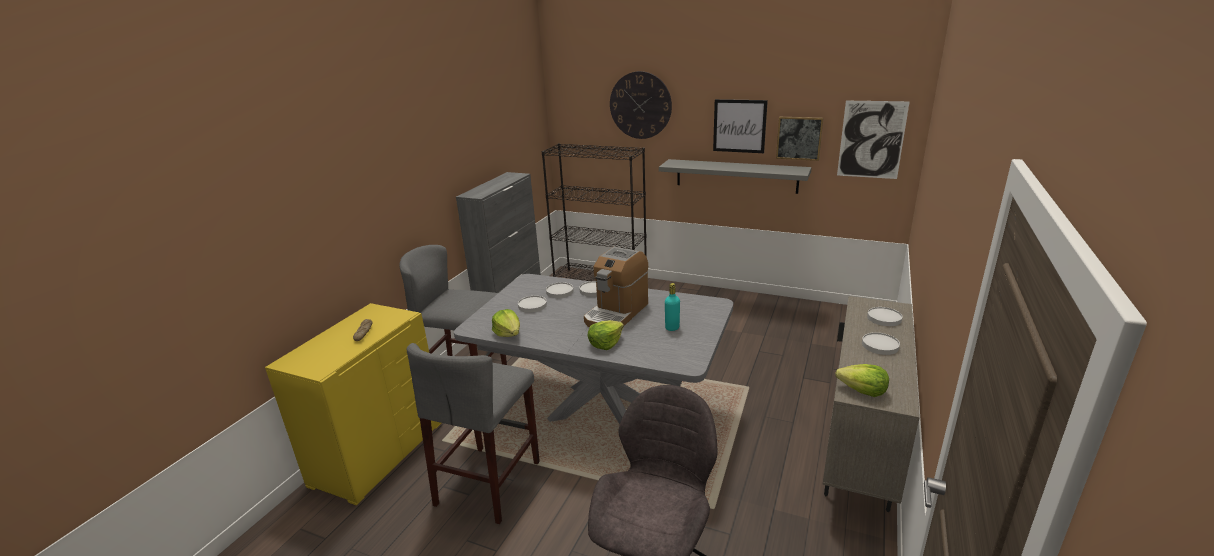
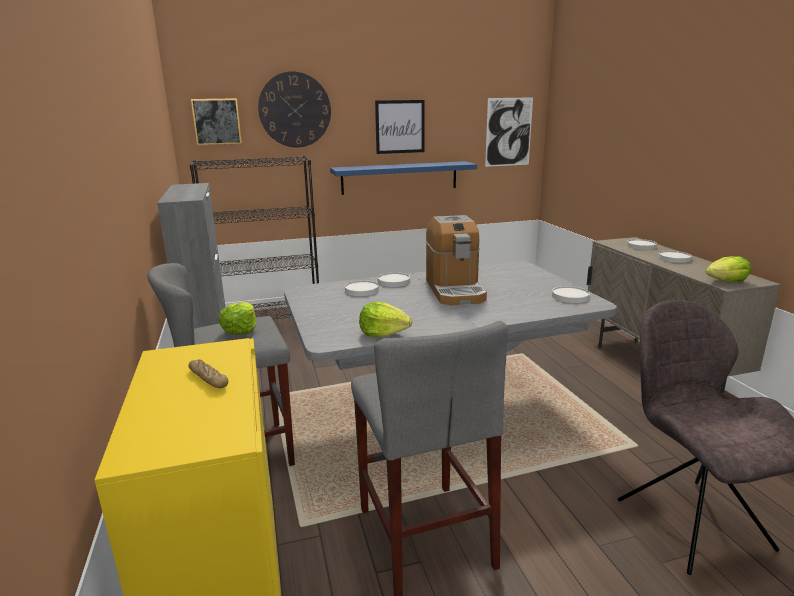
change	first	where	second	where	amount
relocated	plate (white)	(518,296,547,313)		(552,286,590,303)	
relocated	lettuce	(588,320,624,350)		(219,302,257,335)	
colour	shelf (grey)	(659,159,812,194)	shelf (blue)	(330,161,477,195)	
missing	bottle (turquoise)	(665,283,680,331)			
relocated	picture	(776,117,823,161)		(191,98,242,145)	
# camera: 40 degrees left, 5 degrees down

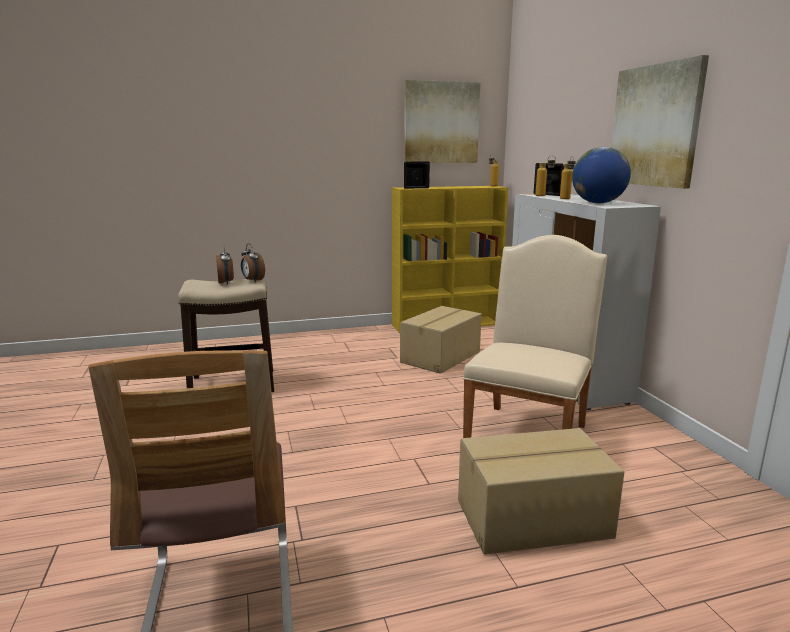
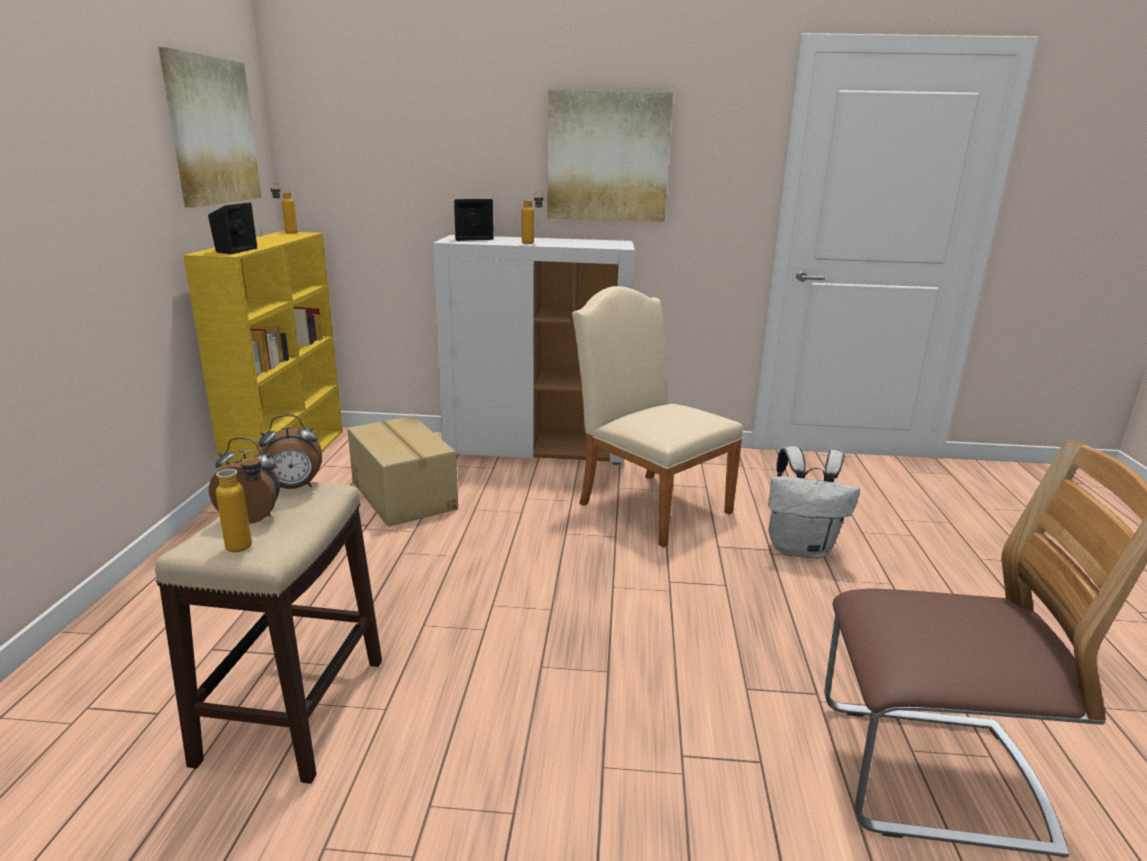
change	first	where	second	where	amount
exchanged	cardboard box	(458,428,624,554)	backpack (white)	(768,446,860,559)	
relocated	bottle	(535,155,556,196)		(216,450,263,552)	
missing	globe	(572,147,631,204)			
# camera: 70 degrees left, 5 degrees up

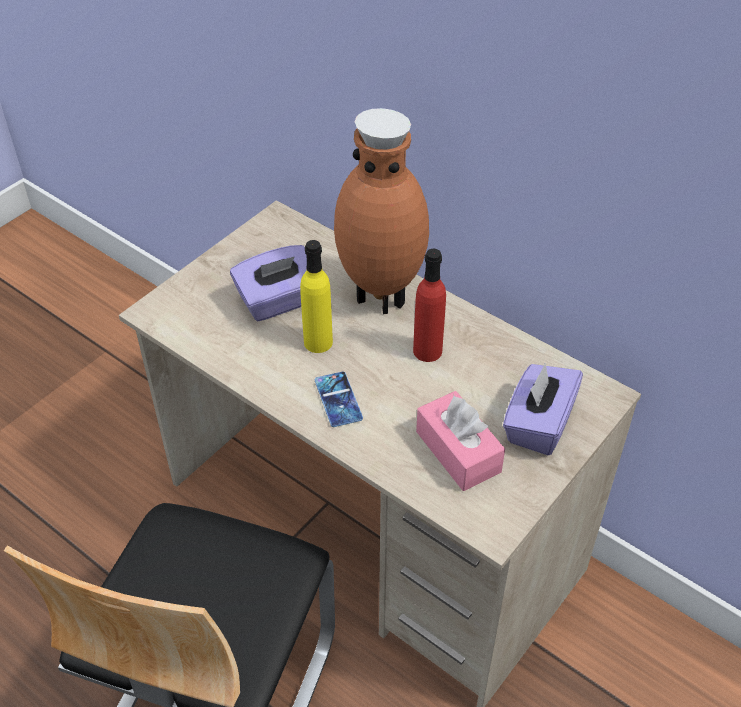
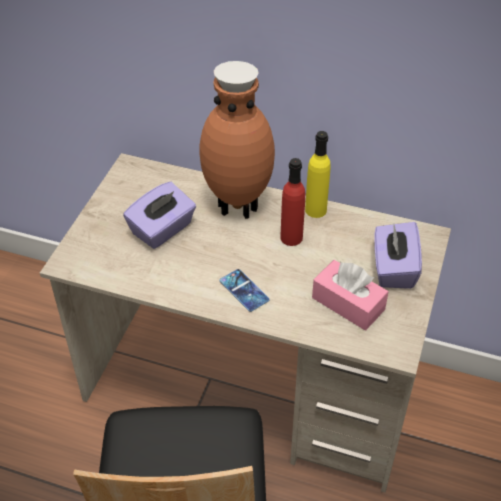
change	first	where	second	where	amount
relocated	bottle (yellow)	(300,240,333,353)		(305,131,331,218)	
# camera: 20 degrees left, 0 degrees up

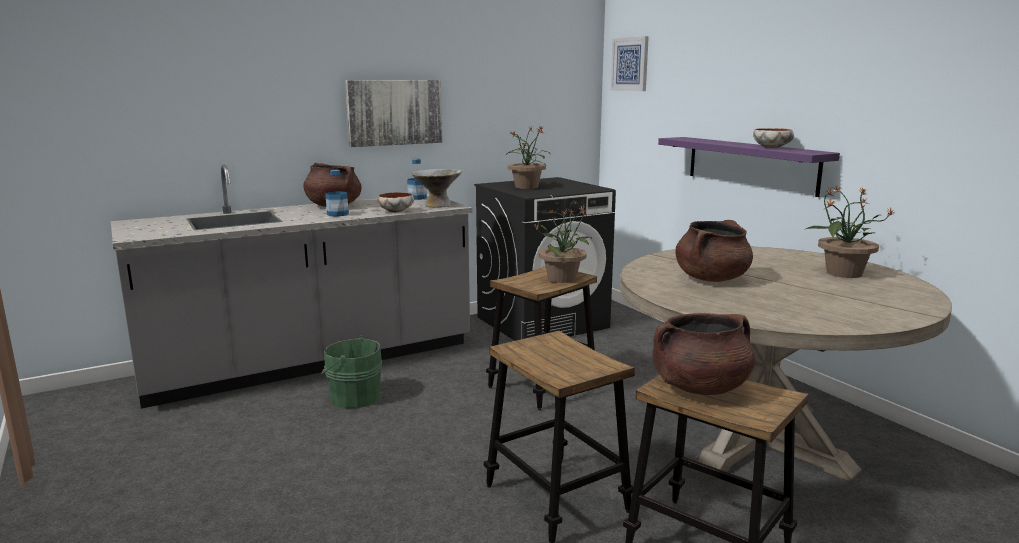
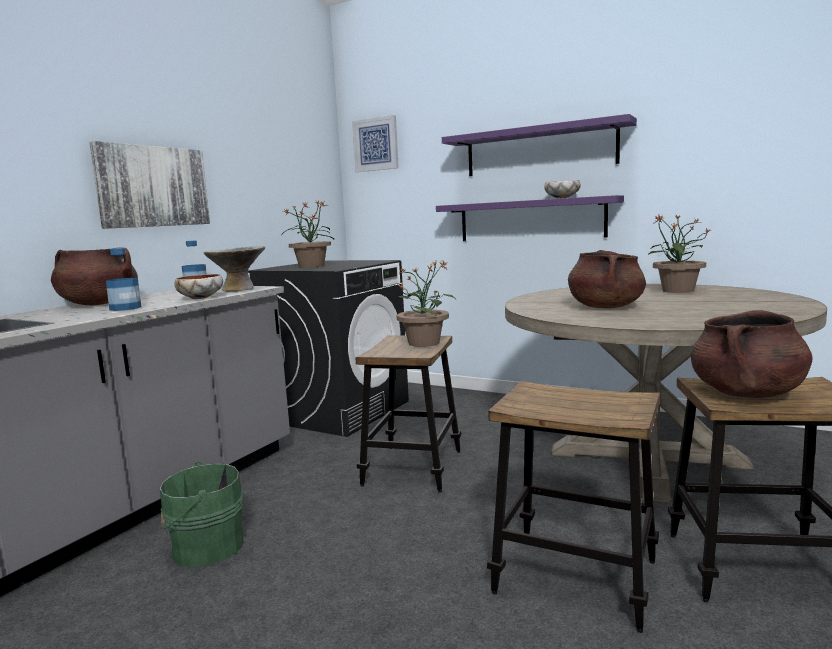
change	first	where	second	where	amount
appeared			shelf (purple)	(442,114,637,176)	
# camera: 30 degrees left, 5 degrees down

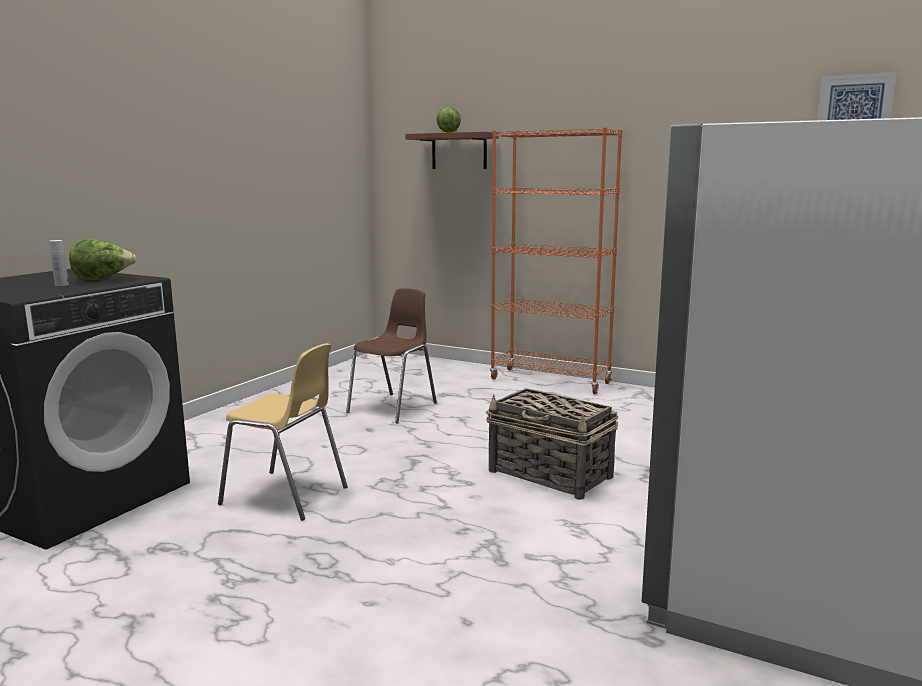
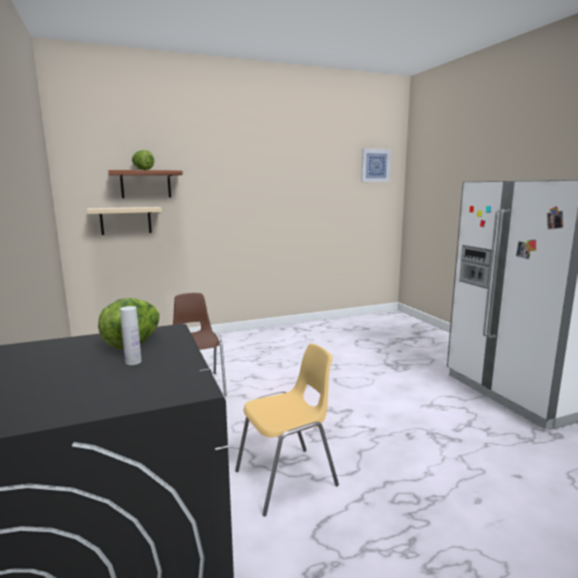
change	first	where	second	where	amount
missing	basket	(486,388,619,500)			
missing	bookcase (orange)	(490,127,622,394)			
appeared			shelf (beige)	(87,207,162,235)	
# camera: 50 degrees left, 0 degrees up

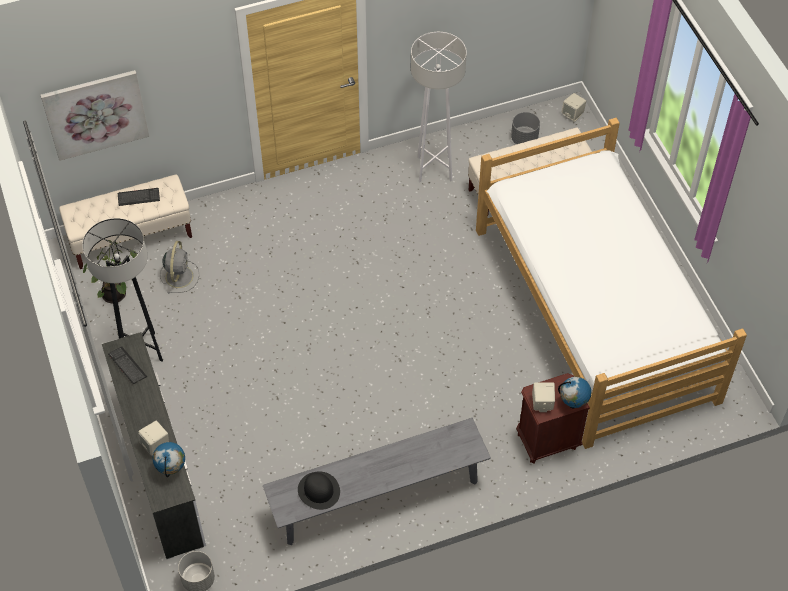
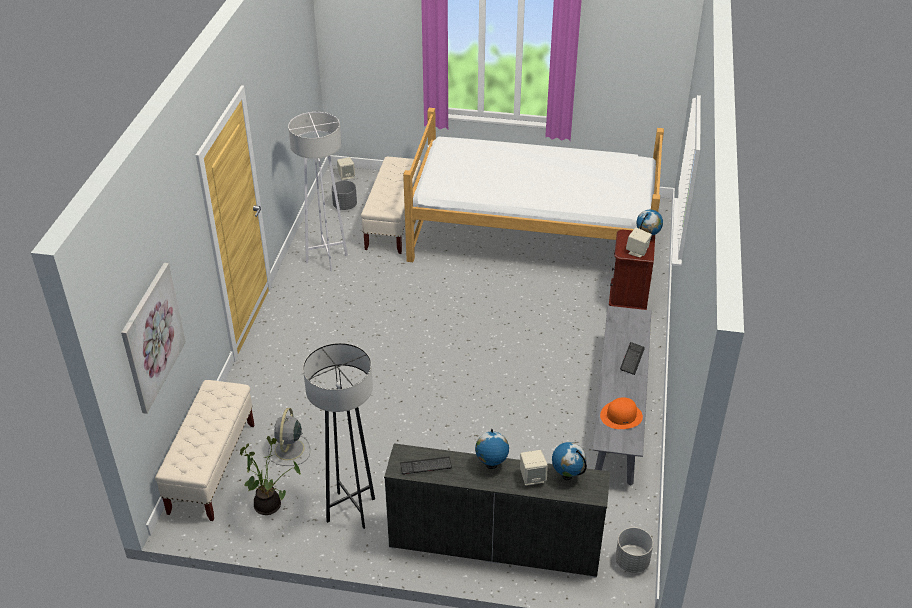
change	first	where	second	where	amount
relocated	keyboard	(118,188,160,206)		(620,342,645,375)	
spun	fan (grey)	(160,241,199,293)		(268,408,310,466)	120 degrees counterclockwise
colour	hat (black)	(298,471,340,510)	hat (orange)	(600,398,643,429)	
appeared			globe	(475,429,509,469)	
# camera: 60 degrees left, 15 degrees down

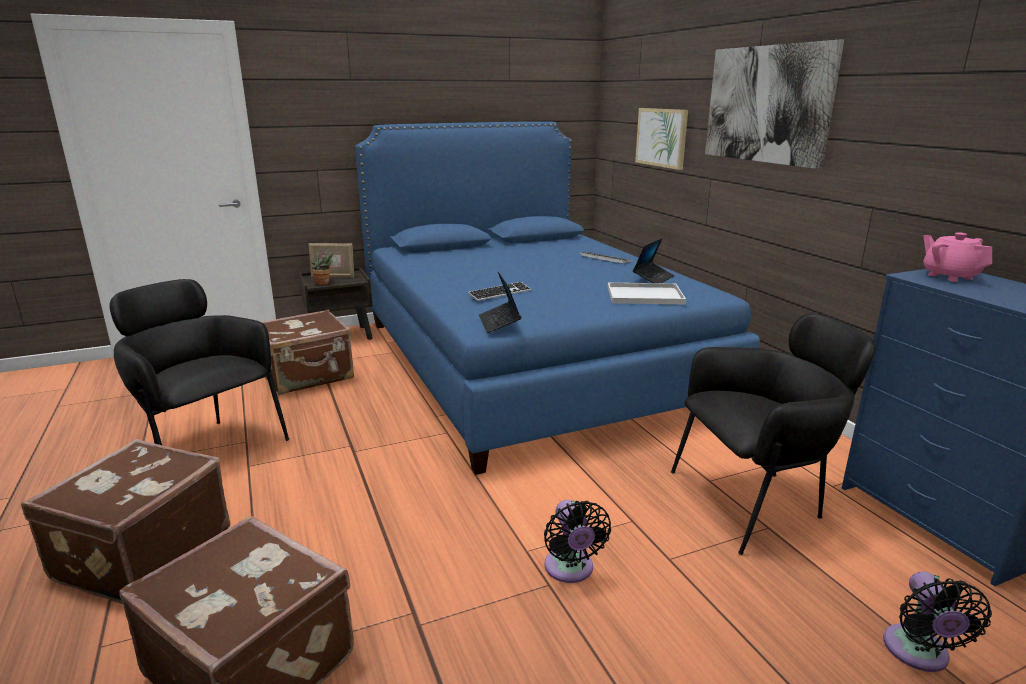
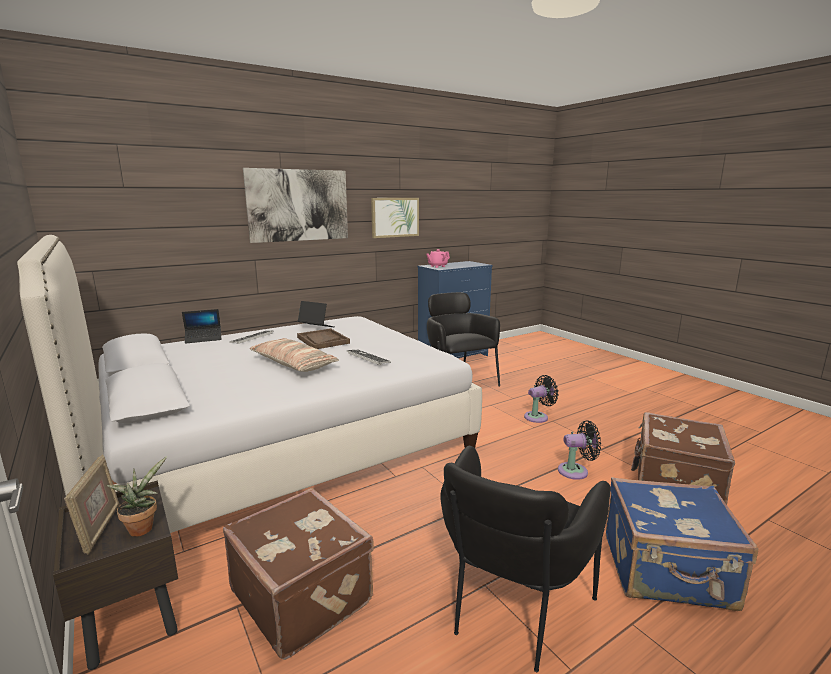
change	first	where	second	where	amount
colour	suitcase (brown)	(21,439,230,604)	suitcase (blue)	(606,477,758,611)	
colour	bed (blue)	(355,121,760,475)	bed (white)	(17,235,482,533)	
relocated	laptop	(479,272,521,333)		(182,309,222,344)	
missing	tray (white)	(608,283,686,304)			
relocated	picture	(635,108,688,170)		(371,198,419,238)	
relocated	fan (black)	(883,572,992,672)		(558,420,601,480)	
appeared			pillow	(250,338,339,372)	
appeared			tray (brown)	(297,328,350,349)	
# camera: 100 degrees left, 5 degrees down

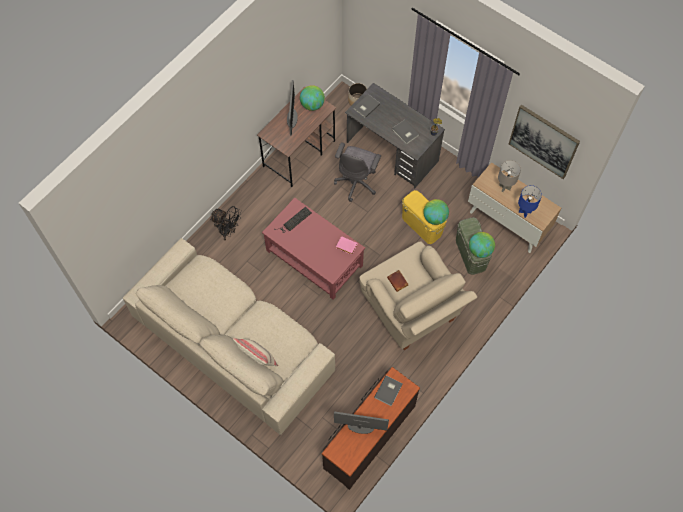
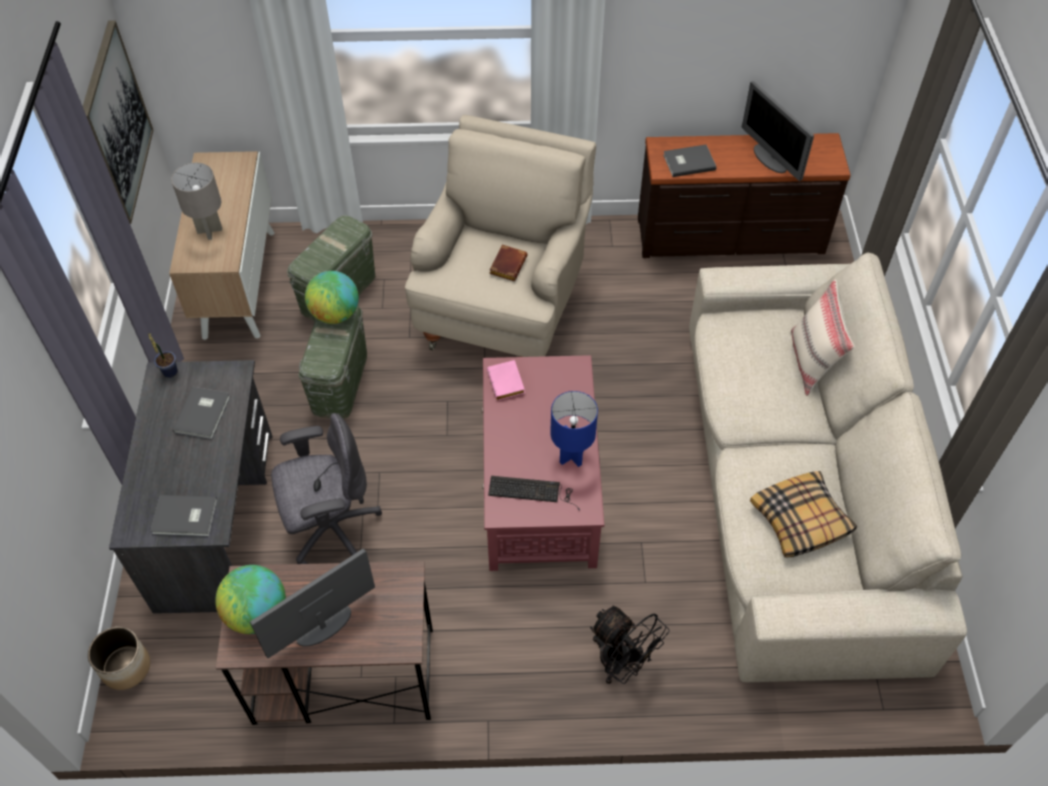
change	first	where	second	where	amount
spun	fan (black)	(210,206,241,240)		(590,606,670,684)	150 degrees clockwise
colour	storage box (yellow)	(402,190,447,244)	storage box (green)	(299,305,367,419)	
missing	globe	(469,232,495,258)			
relocated	table lamp (blue)	(518,185,542,218)		(550,391,598,467)	
appeared			pillow	(750,471,857,558)	
# camera: 130 degrees left, 10 degrees down

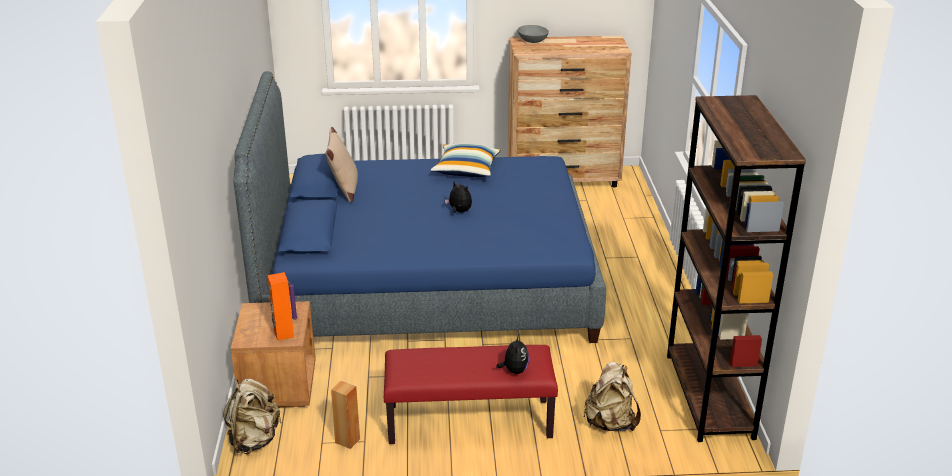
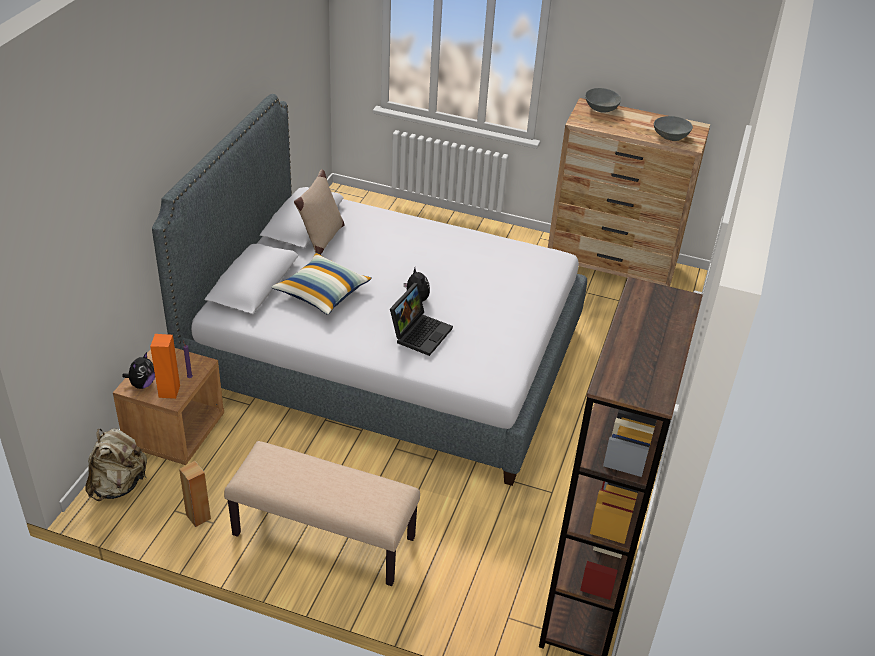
change	first	where	second	where	amount
colour	bed (blue)	(234,71,606,343)	bed (grey)	(152,94,587,486)	
colour	bench (red)	(384,345,558,444)	bench (beige)	(224,441,420,586)	
relocated	pillow	(430,144,501,177)		(271,253,372,315)	
relocated	plush toy	(496,334,529,374)		(122,352,155,389)	
missing	backpack (beige)	(584,362,641,431)			
appeared			laptop	(390,283,453,356)	
appeared			bowl (grey)	(654,116,693,141)	
# camera: 20 degrees right, 10 degrees up

